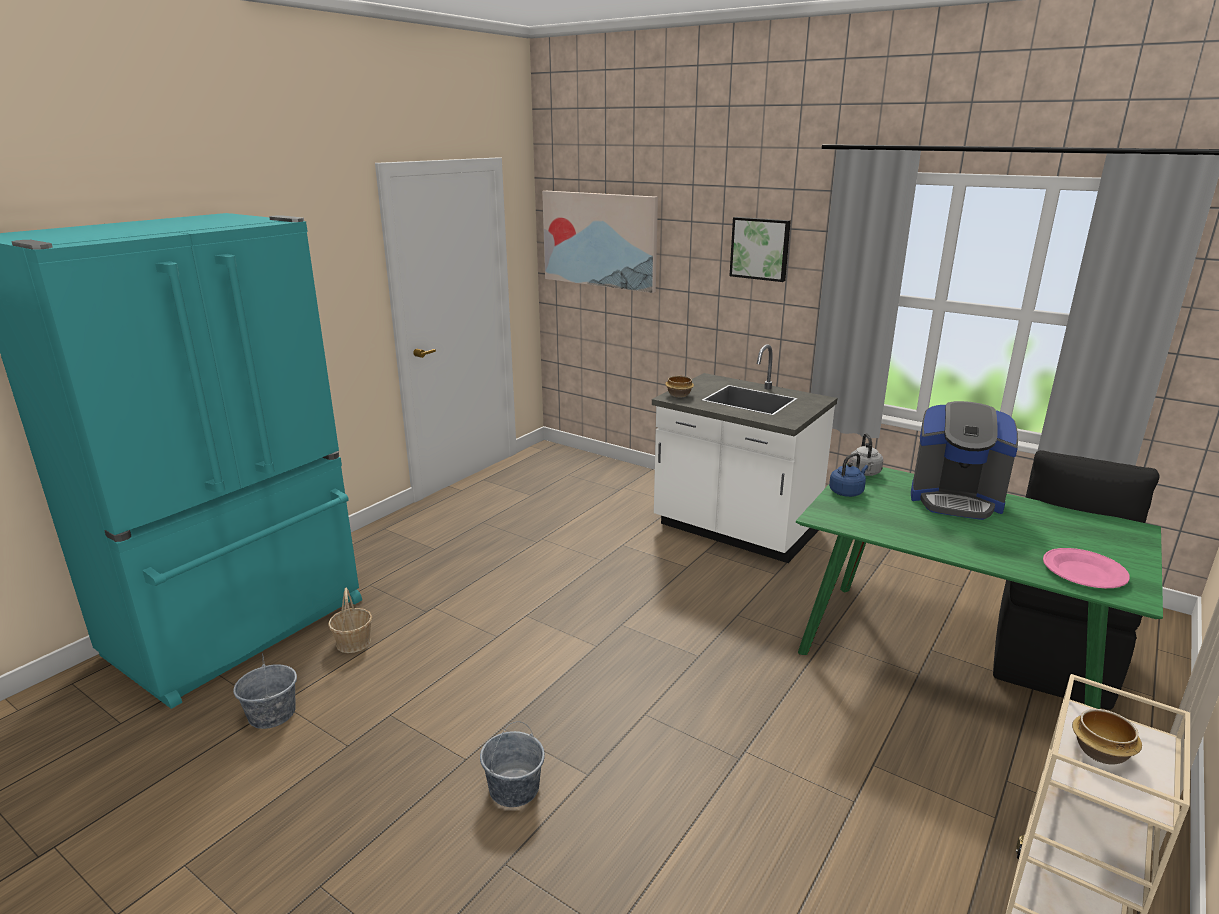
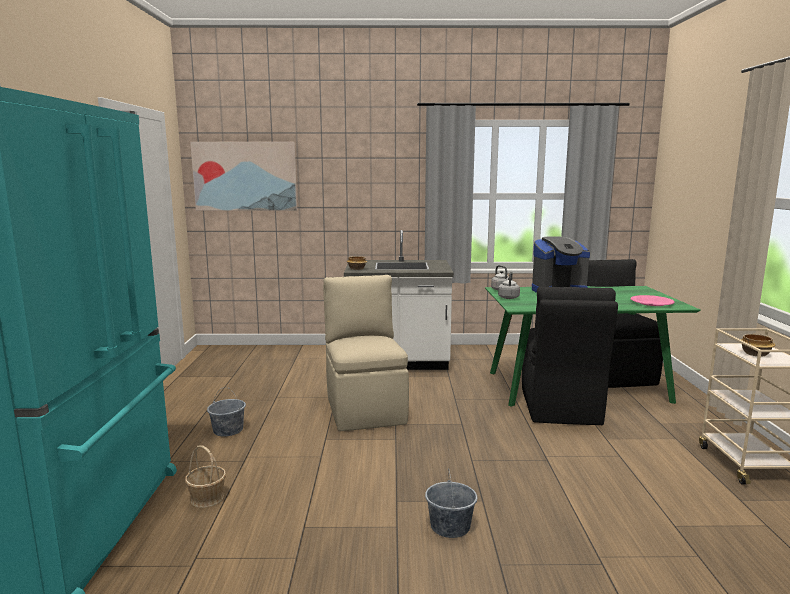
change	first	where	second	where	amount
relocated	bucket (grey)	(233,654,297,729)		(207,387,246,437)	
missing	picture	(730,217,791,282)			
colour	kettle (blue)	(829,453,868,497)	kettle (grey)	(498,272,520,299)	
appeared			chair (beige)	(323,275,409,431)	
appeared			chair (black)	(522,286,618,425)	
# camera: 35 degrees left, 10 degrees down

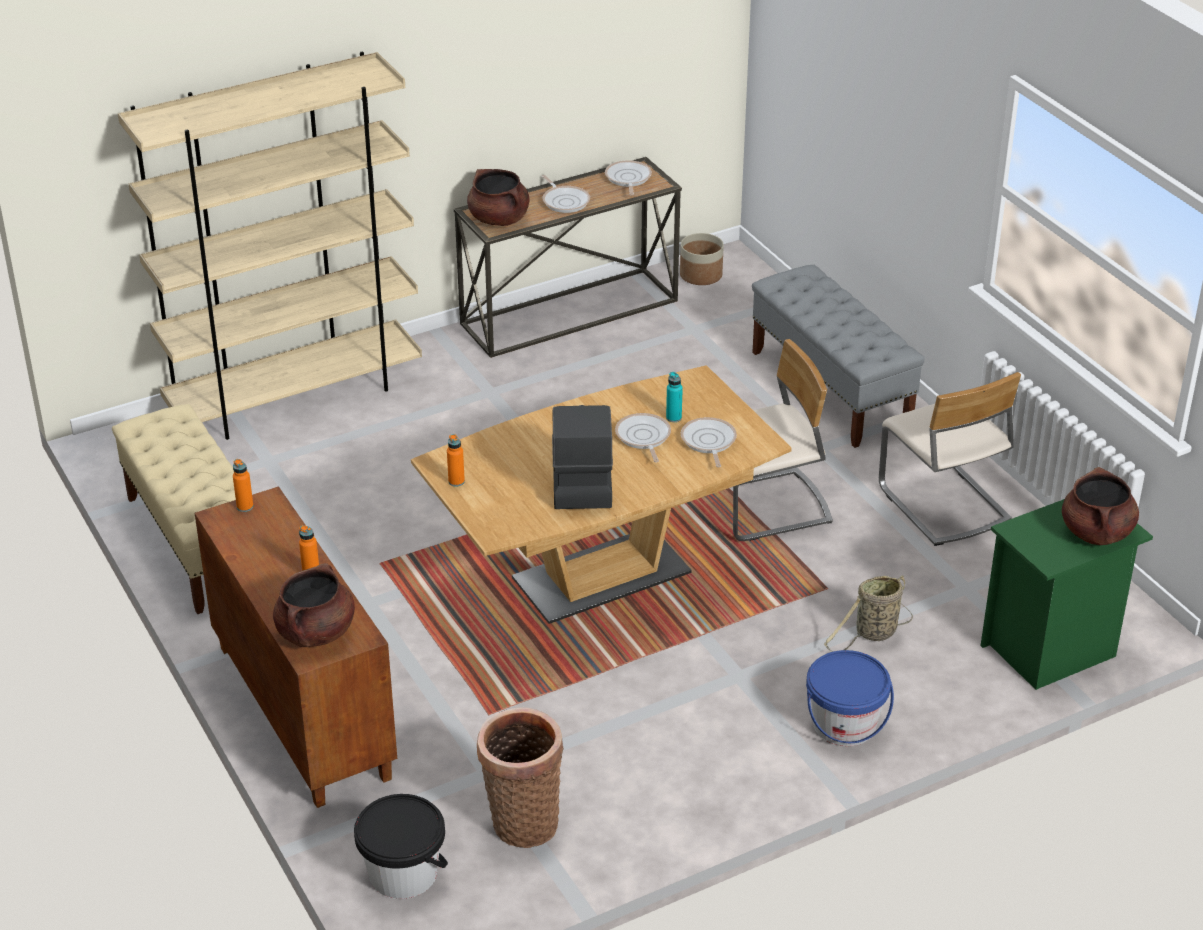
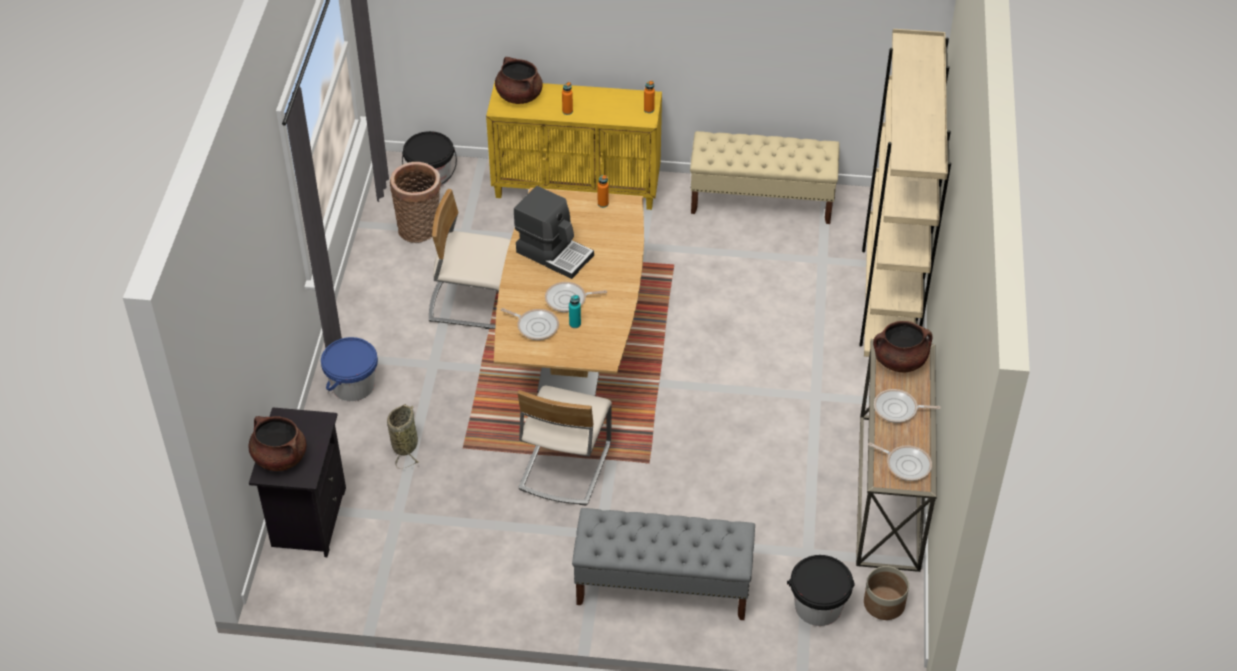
change	first	where	second	where	amount
colour	cabinet (brown)	(195,486,397,808)	cabinet (yellow)	(486,82,662,210)	
spun	frying pan	(615,413,671,462)		(545,282,607,312)	150 degrees clockwise
relocated	chair (beige)	(879,372,1021,546)		(429,189,511,329)	
colour	nightstand (green)	(981,499,1153,690)	nightstand (black)	(249,407,346,557)	
appeared			bucket (black)	(787,555,854,626)	
# camera: 125 degrees right, 10 degrees up

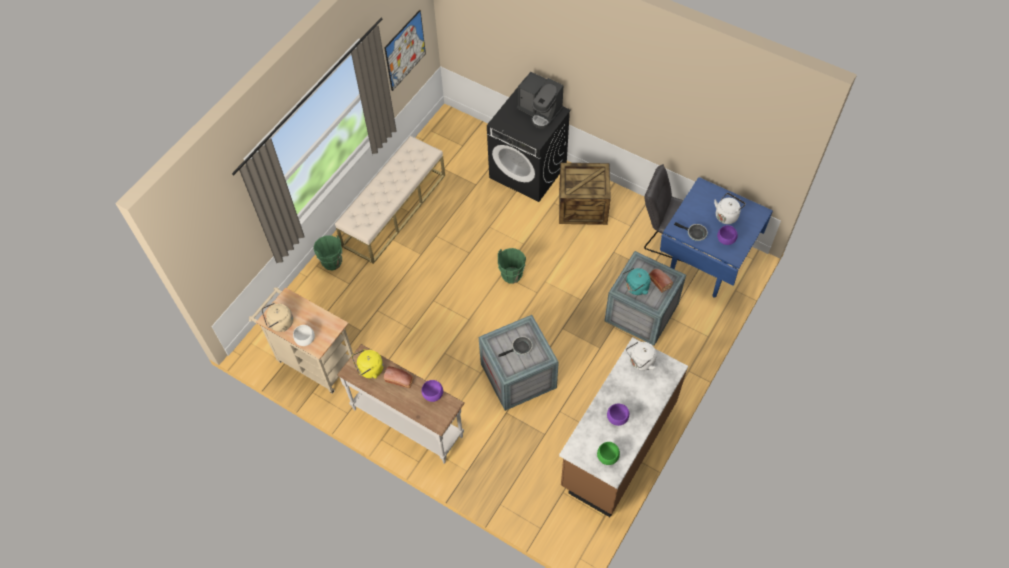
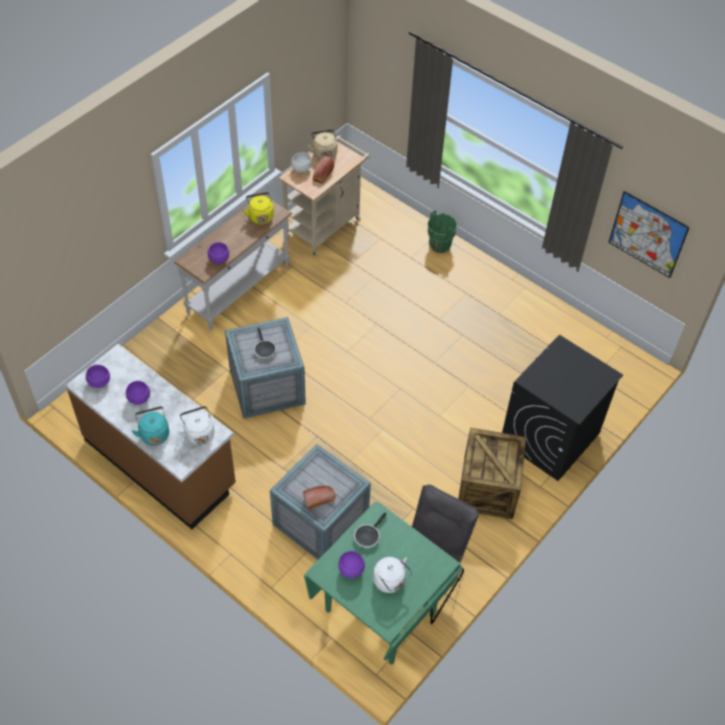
change	first	where	second	where	amount
missing	bench (beige)	(335,136,445,264)			
relocated	bread	(384,366,414,388)		(313,156,335,183)	
missing	bucket (green)	(498,248,526,284)			
missing	coffee machine	(517,72,564,128)			
colour	bowl (green)	(597,442,620,465)	bowl (purple)	(86,365,110,388)	
relocated	kettle (turquoise)	(622,268,651,295)		(132,407,169,446)	
colour	dining table (blue)	(660,177,773,298)	dining table (green)	(304,501,463,664)	
# camera: 95 degrees right, 5 degrees down

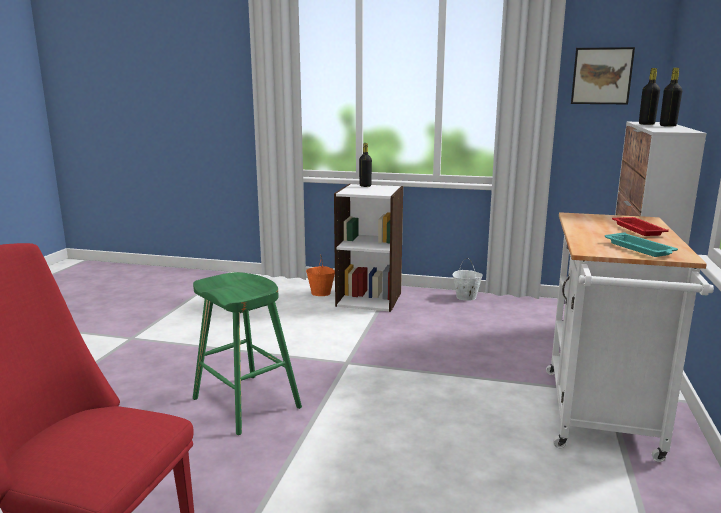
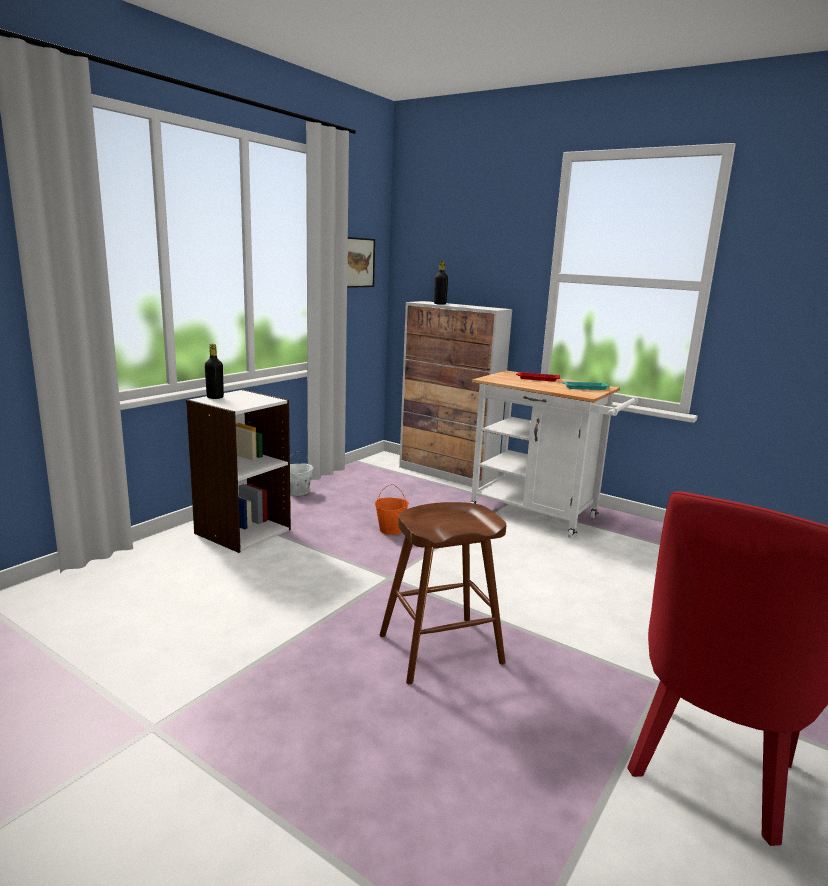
change	first	where	second	where	amount
colour	stool (green)	(193,272,302,435)	stool (brown)	(380,502,506,685)	
relocated	bucket (orange)	(306,254,335,296)		(375,484,409,535)	
missing	bottle (black)	(660,68,682,127)			
# camera: 70 degrees left, 0 degrees up

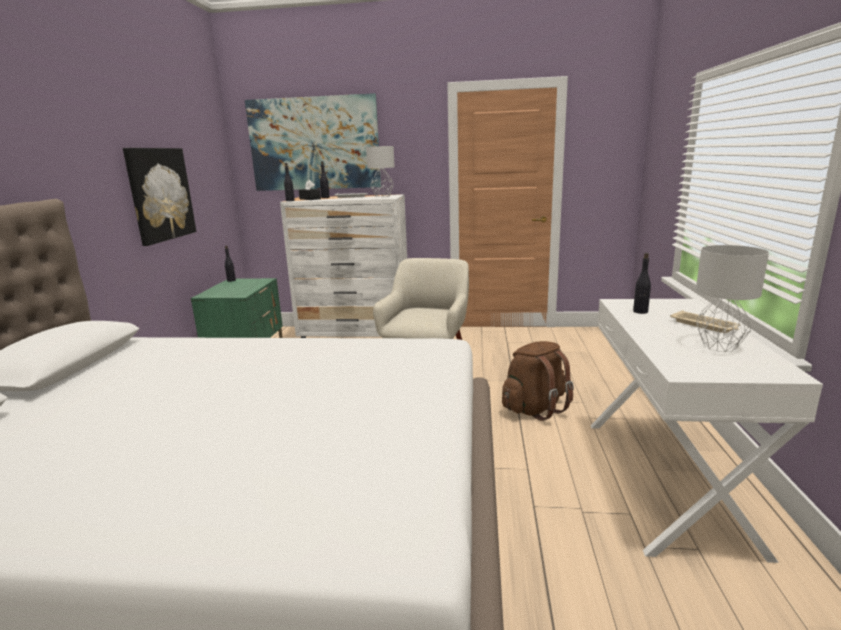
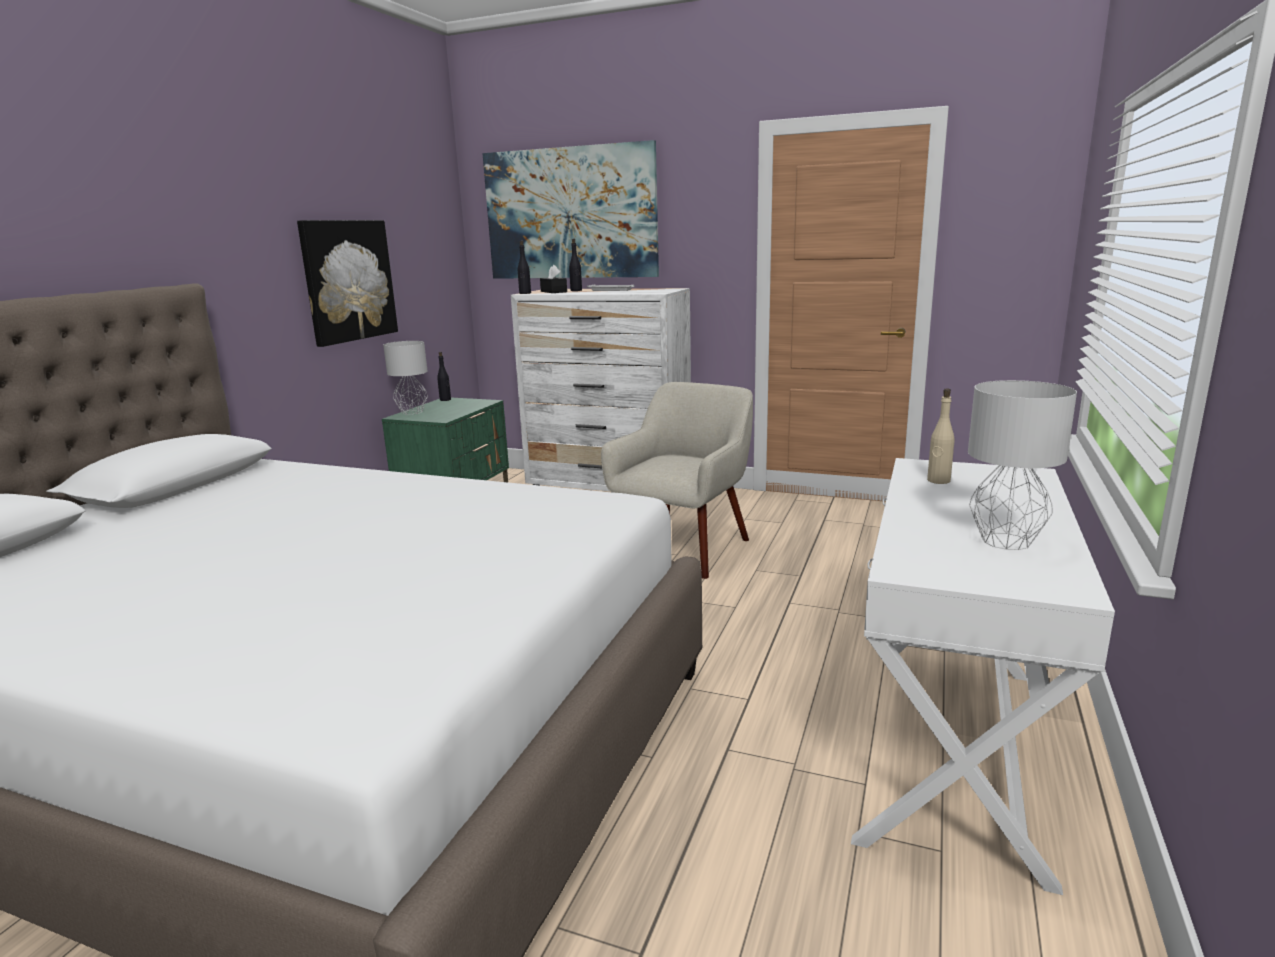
change	first	where	second	where	amount
relocated	table lamp (grey)	(366,146,395,197)		(383,341,428,415)	
missing	backpack (brown)	(502,341,574,421)			
colour	bottle (black)	(633,253,651,314)	bottle (beige)	(927,389,954,484)	
missing	tray (beige)	(670,310,740,333)			
# camera: 15 degrees right, 0 degrees up

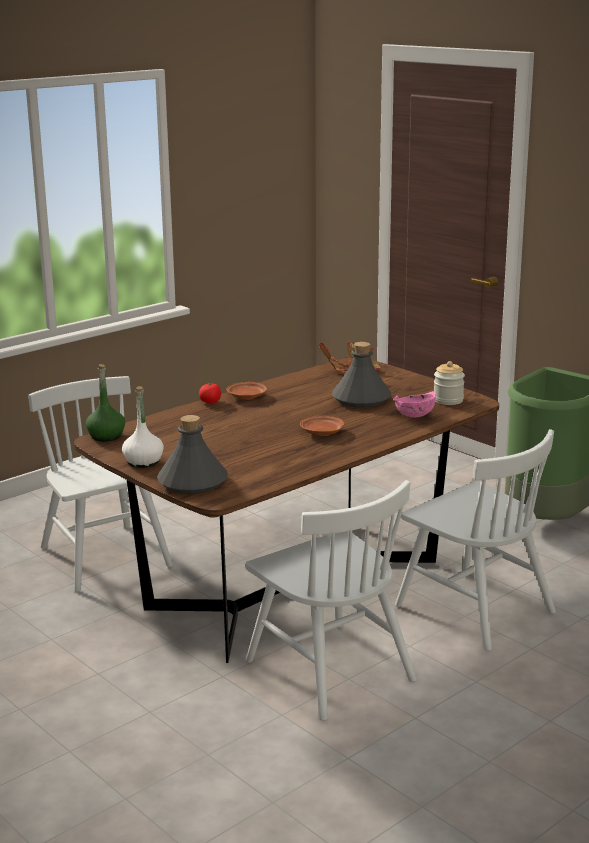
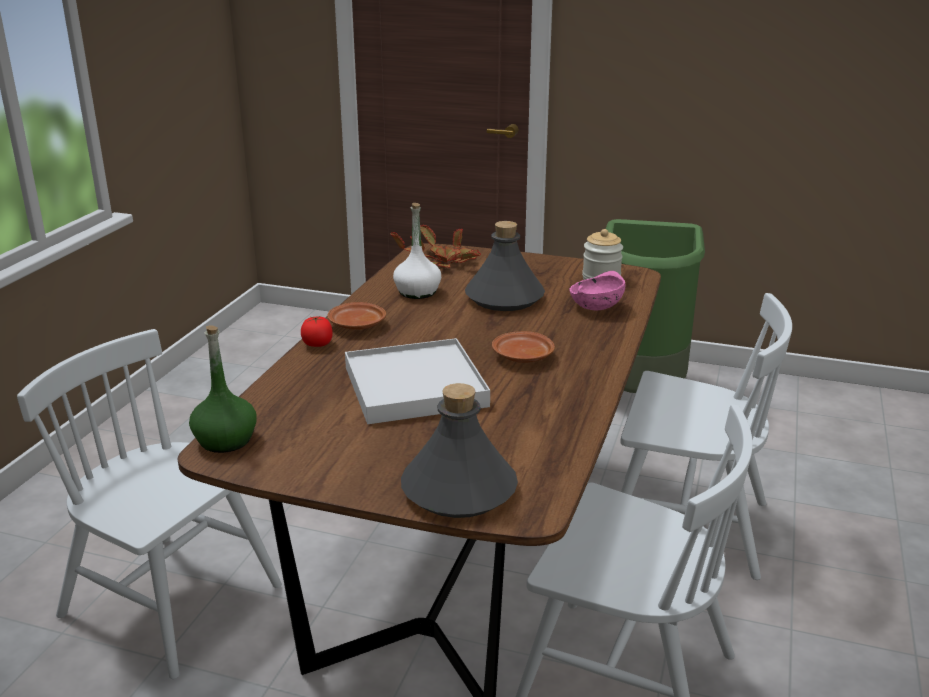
change	first	where	second	where	amount
relocated	bottle (white)	(122,386,164,468)		(393,203,441,299)	
appeared			tray (white)	(345,338,490,424)	
# camera: 30 degrees left, 5 degrees up

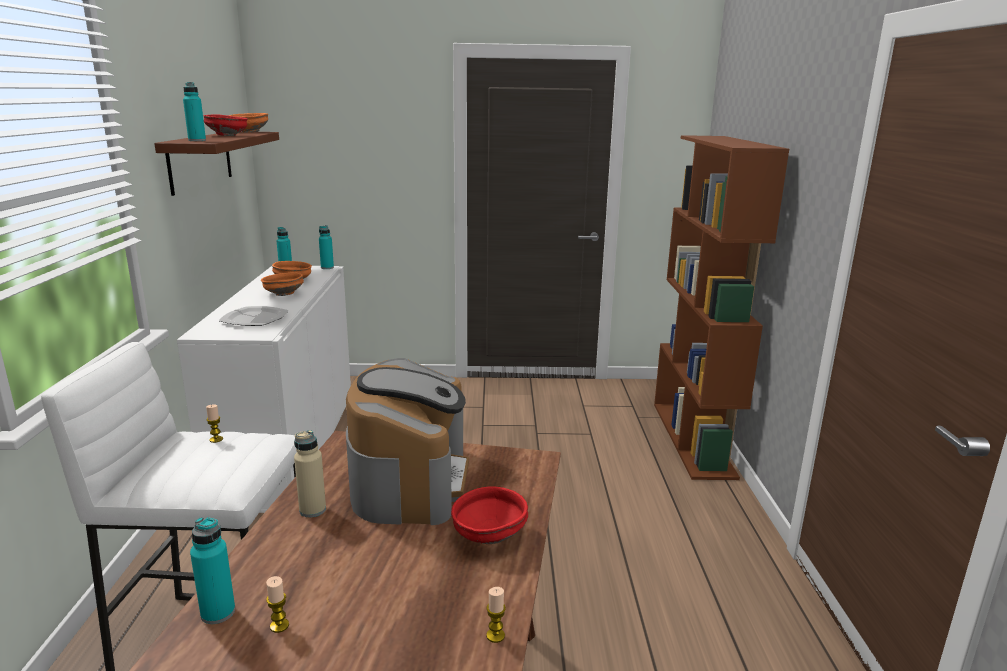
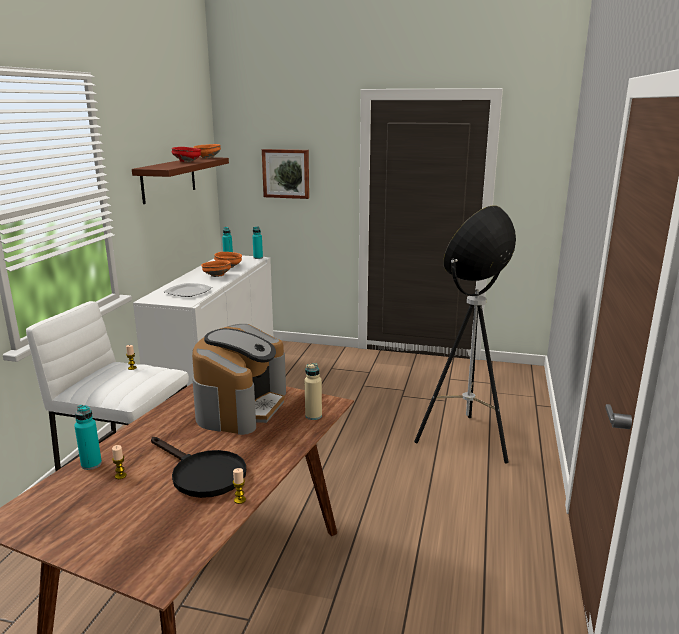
change	first	where	second	where	amount
missing	bottle (turquoise)	(183,82,206,141)			
relocated	bottle (beige)	(294,430,326,517)		(305,363,322,420)	
missing	bowl (red)	(451,486,528,544)			
missing	bookcase (brown)	(654,135,789,480)			
appeared			frying pan (black)	(151,437,246,498)	
appeared			picture	(262,149,309,199)	
appeared			floor lamp	(414,205,516,464)	
# camera: 15 degrees right, 0 degrees up

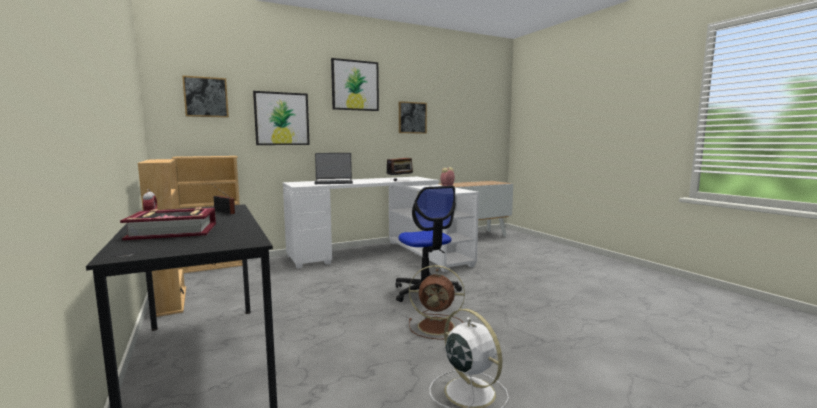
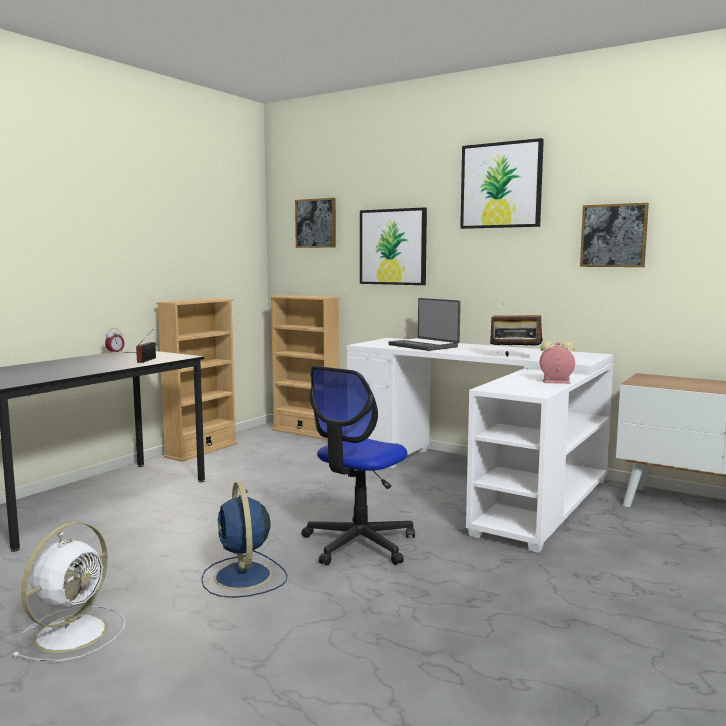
change	first	where	second	where	amount
missing	book	(120,207,216,240)			
colour	fan (brown)	(409,265,465,340)	fan (blue)	(201,482,288,598)	
# camera: 60 degrees right, 0 degrees up

